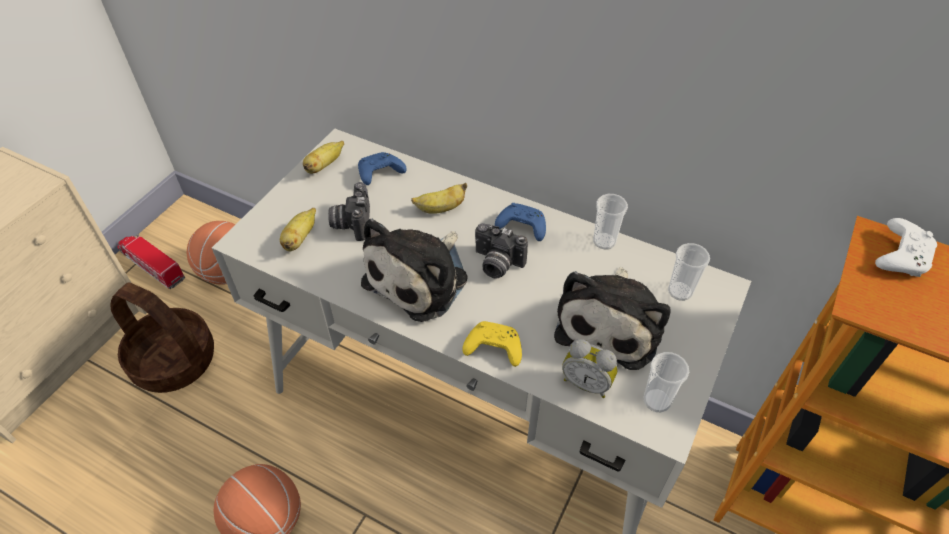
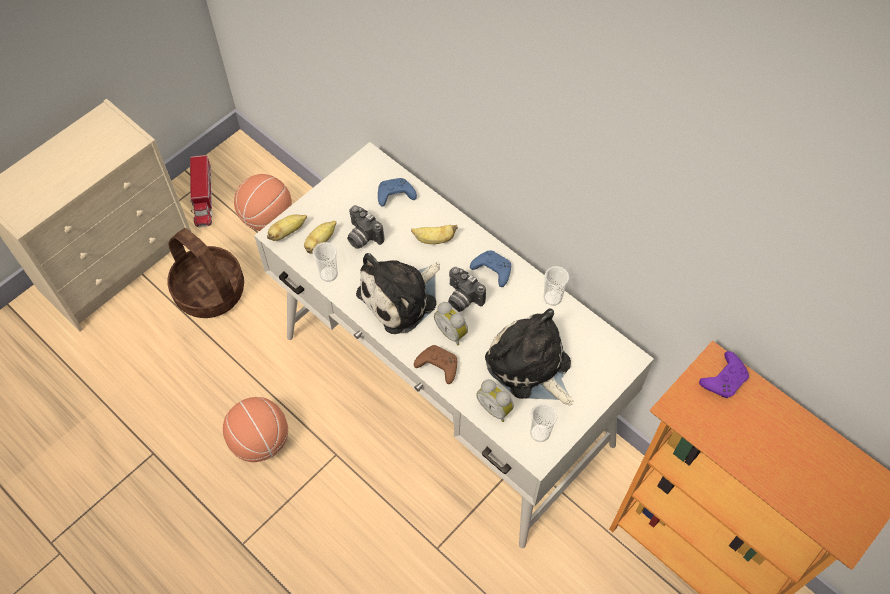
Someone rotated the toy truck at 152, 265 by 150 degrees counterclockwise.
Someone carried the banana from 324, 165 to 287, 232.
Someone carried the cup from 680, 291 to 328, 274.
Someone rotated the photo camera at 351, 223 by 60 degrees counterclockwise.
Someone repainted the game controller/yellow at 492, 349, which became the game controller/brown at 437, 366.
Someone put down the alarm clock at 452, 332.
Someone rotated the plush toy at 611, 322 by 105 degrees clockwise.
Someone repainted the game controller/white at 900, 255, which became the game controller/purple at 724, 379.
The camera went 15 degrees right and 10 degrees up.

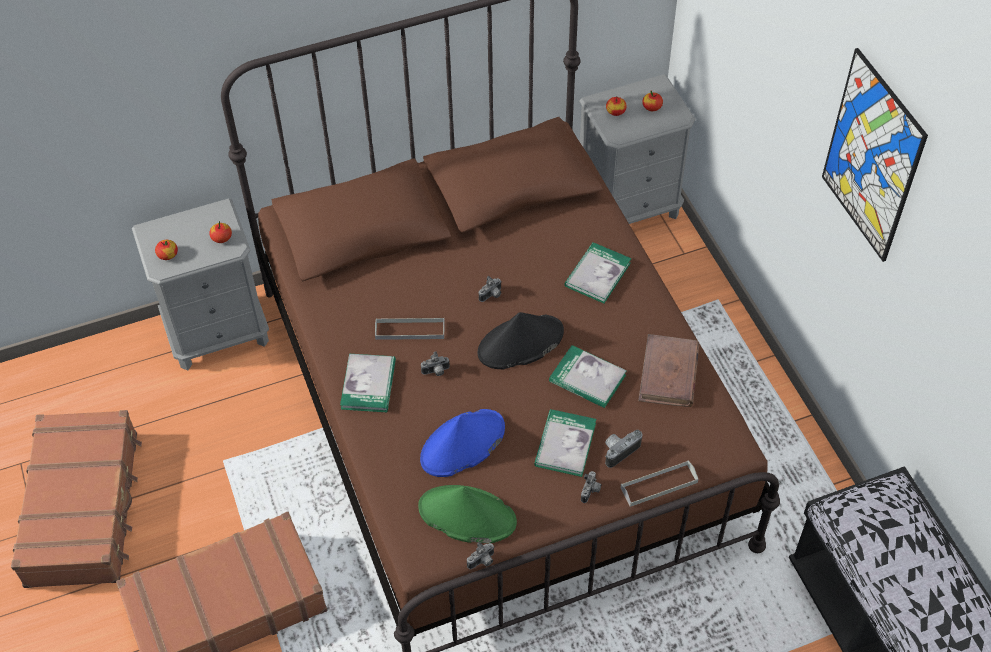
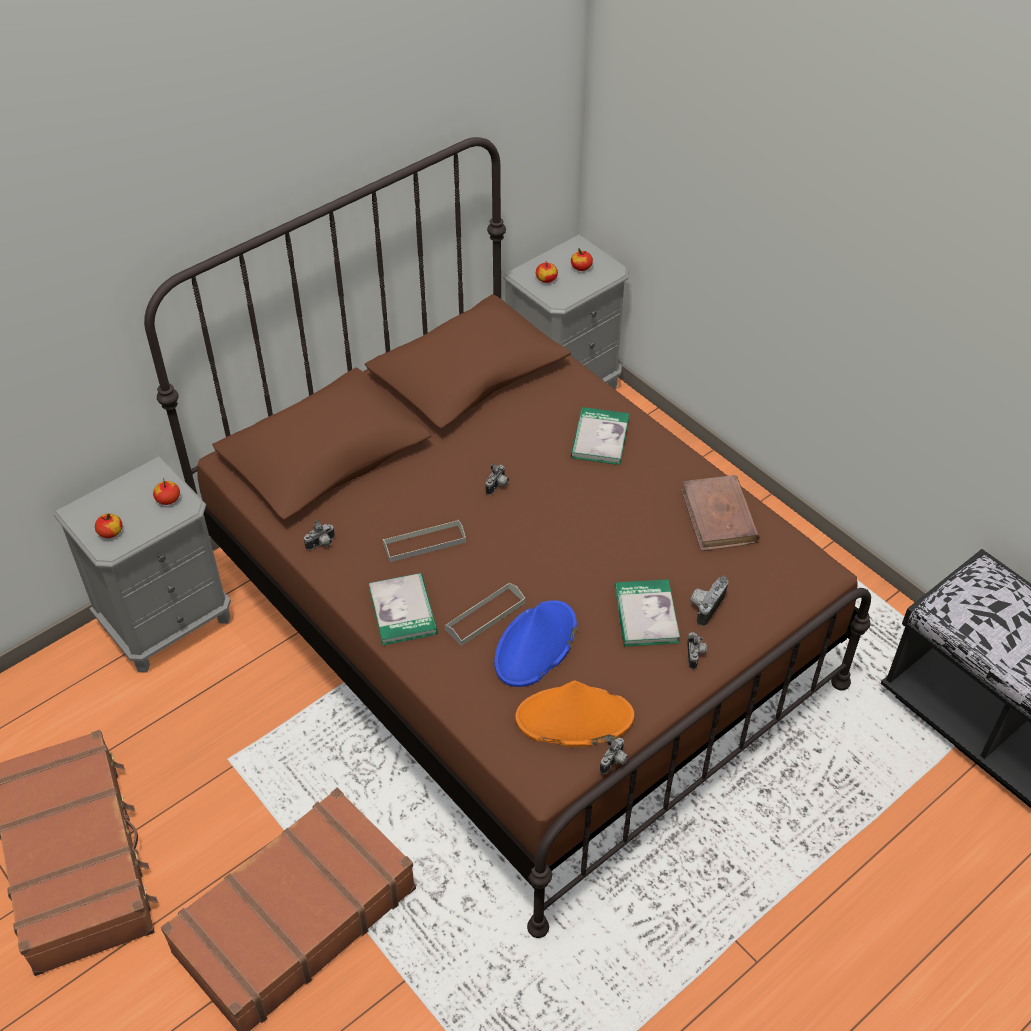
Someone carried the photo camera from 436, 372 to 322, 544.
Someone carried the tray/grey from 659, 485 to 485, 616.
Someone repainted the hat/green at 466, 515, which became the hat/orange at 574, 718.
Someone took away the hat/black at 520, 343.
Someone took away the book at 587, 378.
Someone took away the picture at 872, 157.
The camera went 20 degrees left and 5 degrees down.

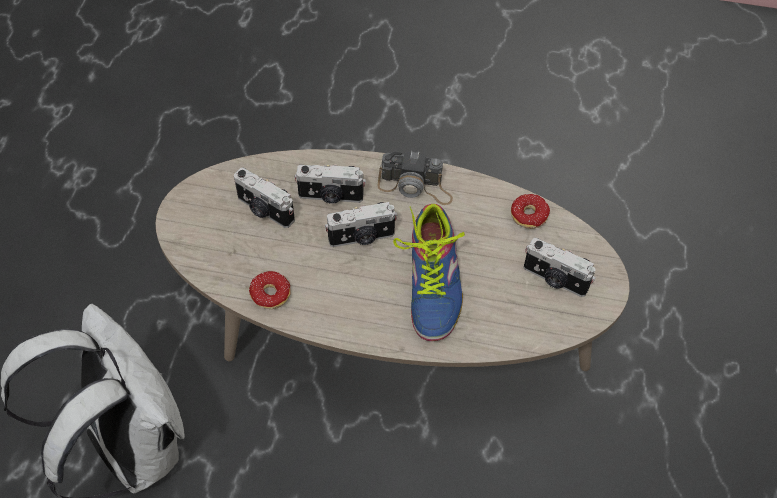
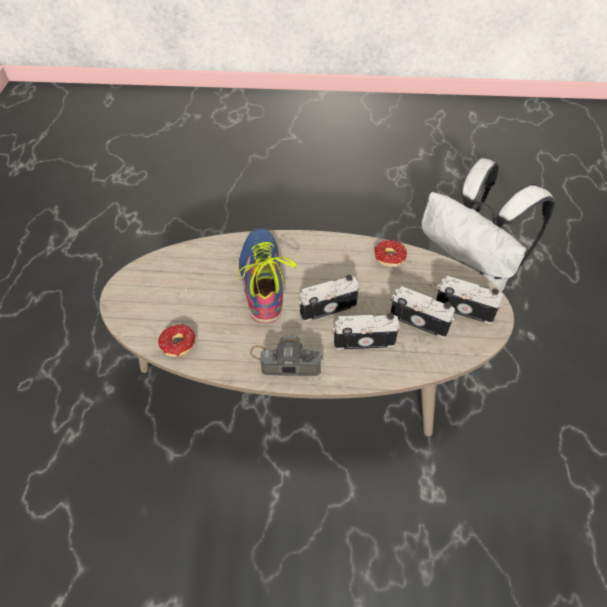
Someone carried the photo camera from 554, 279 to 464, 309.
The camera went 175 degrees right and 5 degrees down.

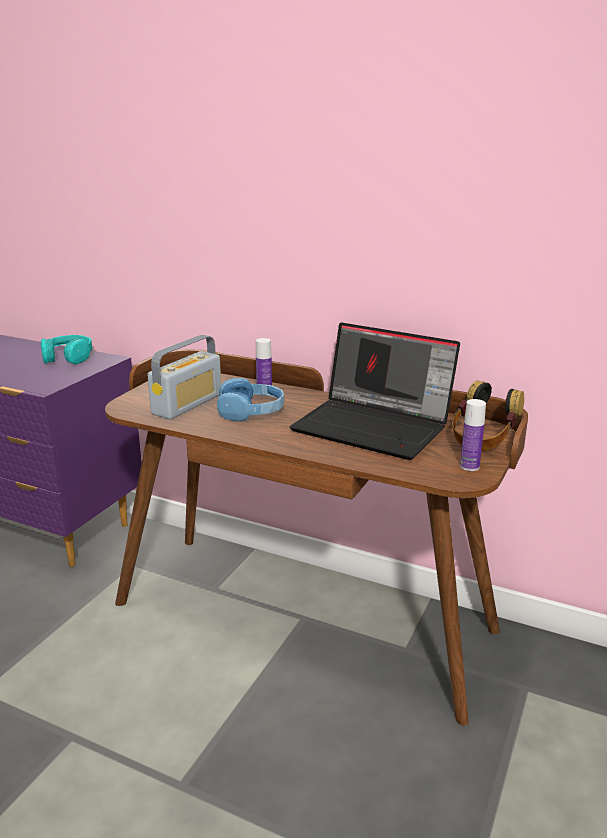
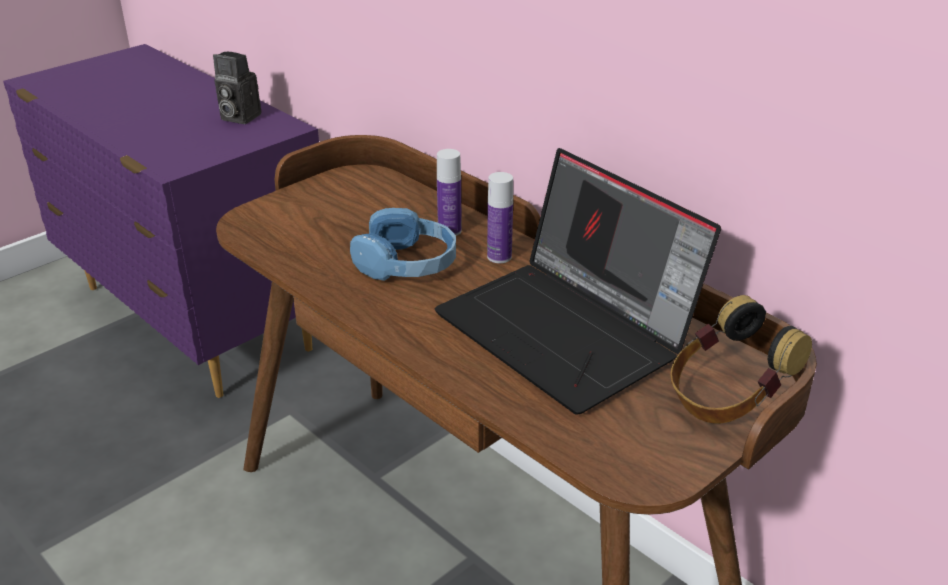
Someone swapped the headphones/turquoise at 68, 357 for the photo camera at 237, 117.
Someone carried the bottle from 469, 466 to 499, 257.
Someone took away the radio at 187, 404.
The camera went 20 degrees right and 10 degrees up.

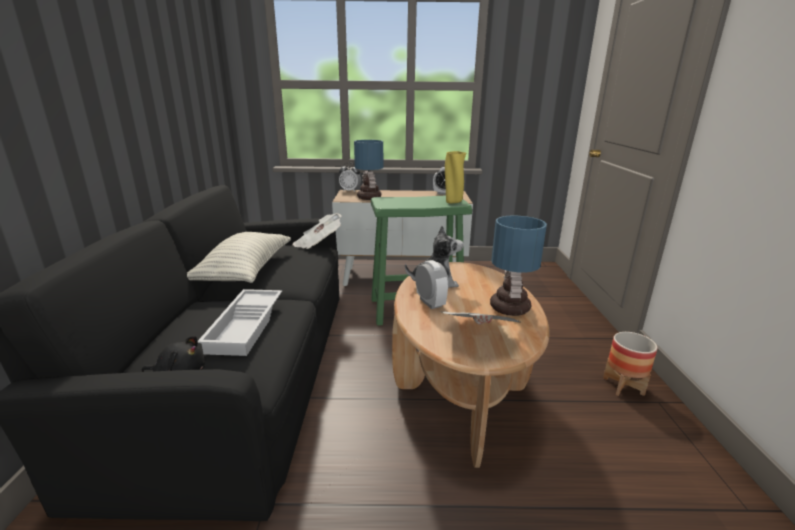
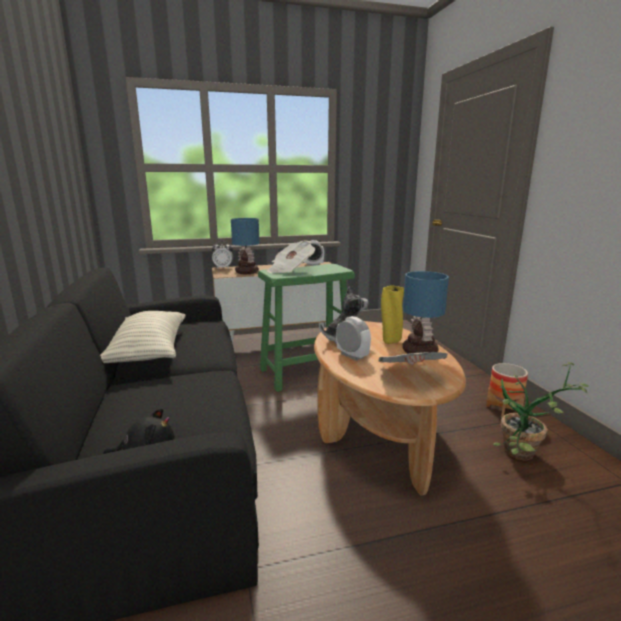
Someone carried the newspaper from 318, 243 to 290, 270.
Someone carried the vase/yellow from 453, 202 to 390, 341.
Someone put down the potted plant at 524, 457.
Someone took away the tray/white at 247, 326.
The camera went 15 degrees left and 5 degrees down.

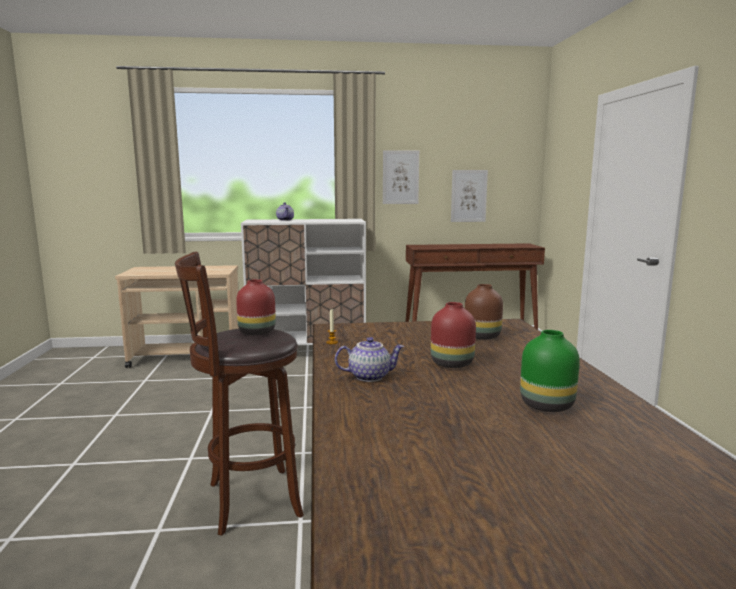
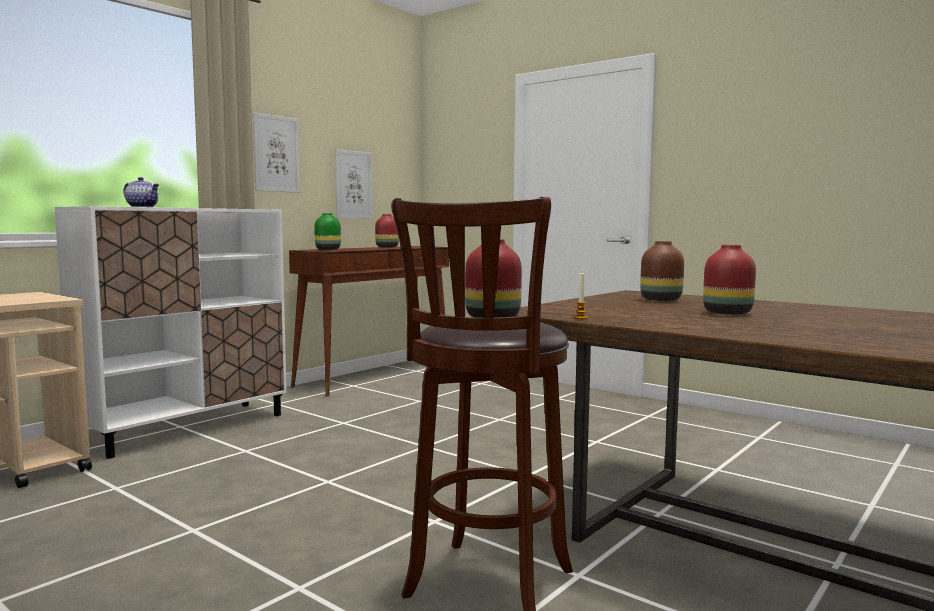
Someone carried the vase/green from 545, 405 to 327, 249.
Someone put down the vase/red at 386, 247.
Someone took away the teapot at 369, 376.
The camera went 45 degrees left and 5 degrees down.

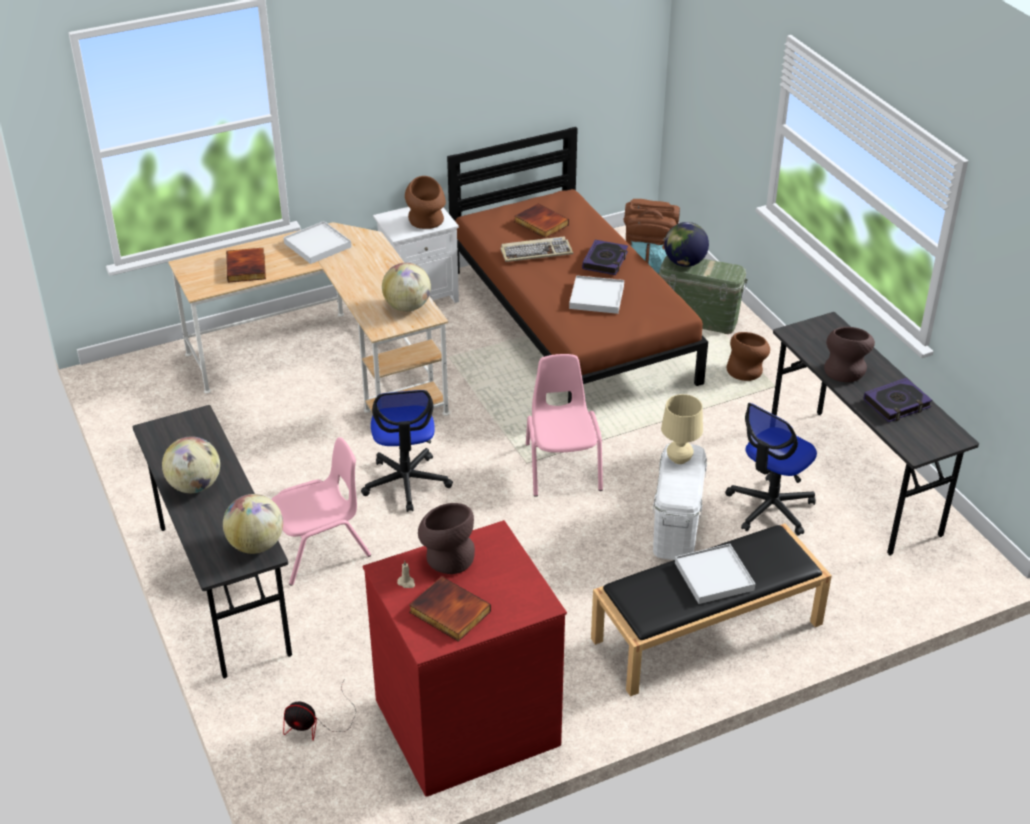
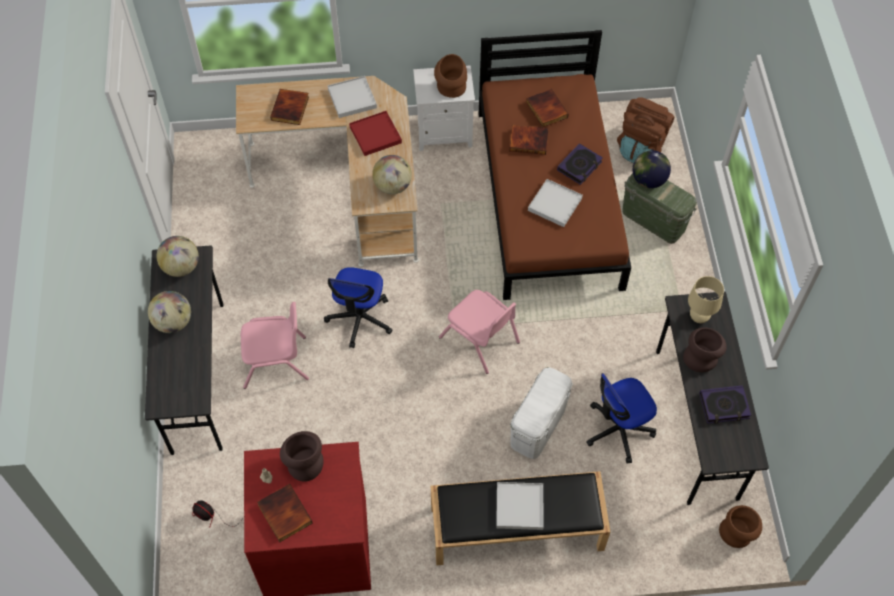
Someone carried the globe from 256, 545 to 181, 267.
Someone put down the tray/red at 375, 135.
Someone rotated the chair/pink at 562, 467 by 120 degrees clockwise.
Someone swapped the keyboard at 536, 252 for the book at 529, 140.
Someone carried the table lamp/beige from 679, 459 to 699, 317.
Someone carried the vase/brown from 746, 370 to 737, 532.
The camera went 20 degrees right and 20 degrees up.

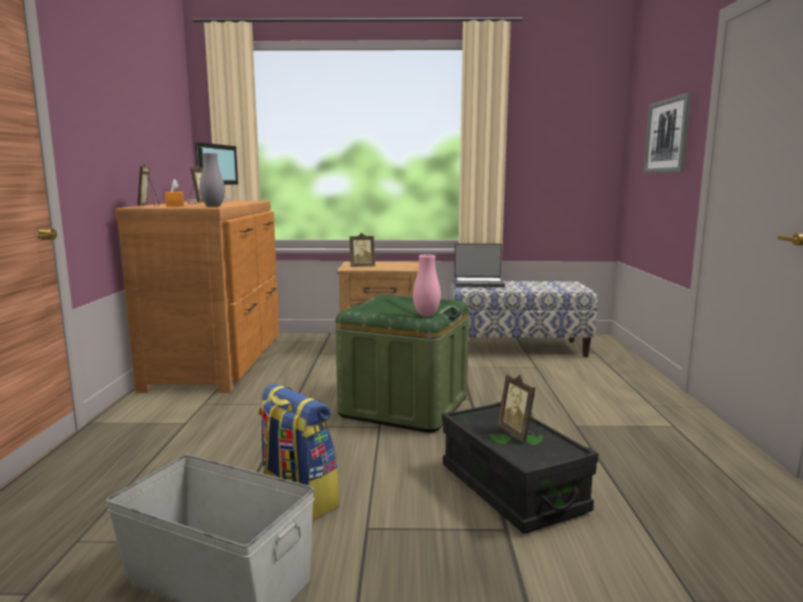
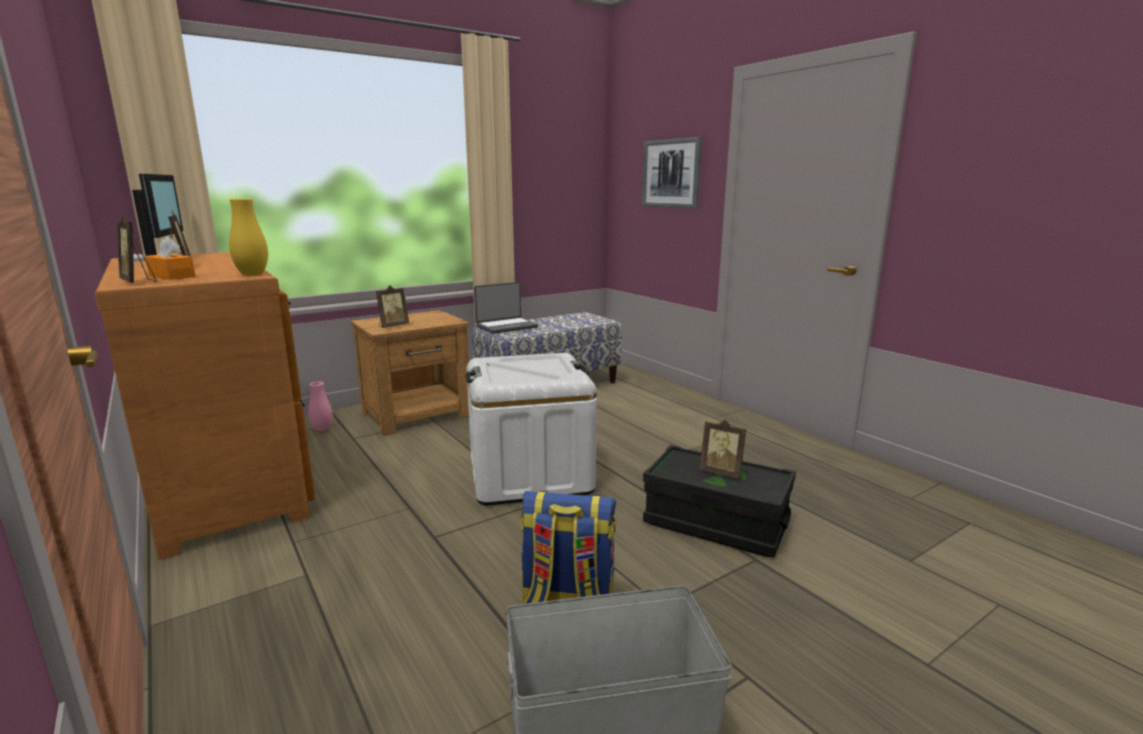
Someone repainted the vase/grey at 213, 206, which became the vase/yellow at 252, 274.
Someone carried the vase/pink from 426, 315 to 322, 429.
Someone repainted the storage box/green at 404, 406, which became the storage box/white at 530, 474.
The camera went 35 degrees left and 5 degrees up.

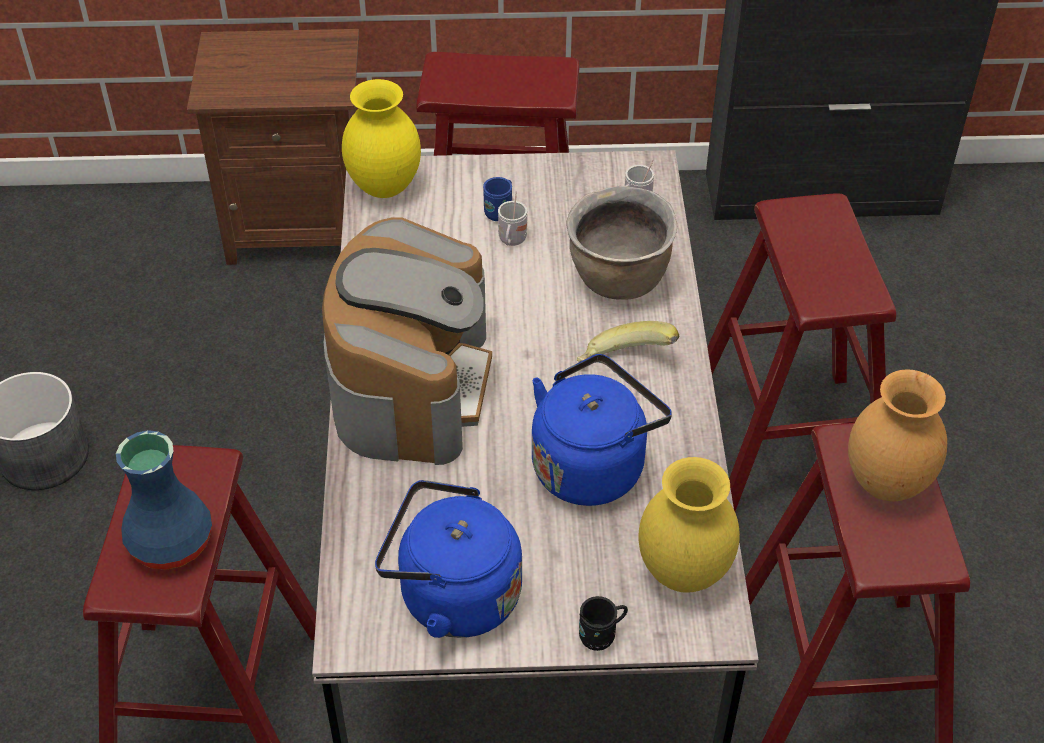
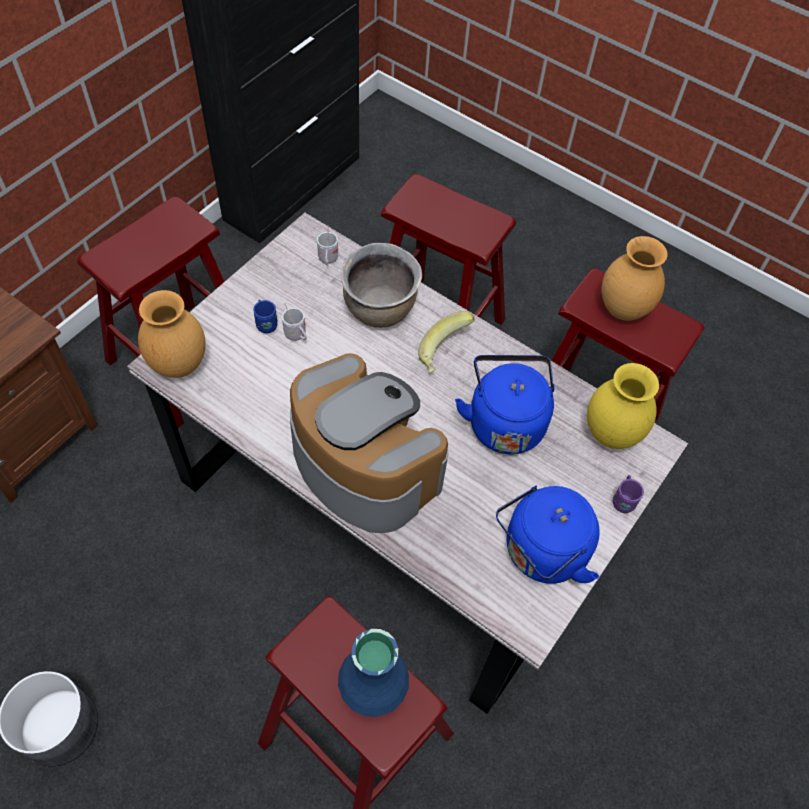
Someone repainted the vase/yellow at 386, 187, which became the vase/brown at 179, 364.
Someone repainted the mug/black at 601, 635, which became the mug/purple at 623, 500.
The camera went 55 degrees left and 10 degrees up.

